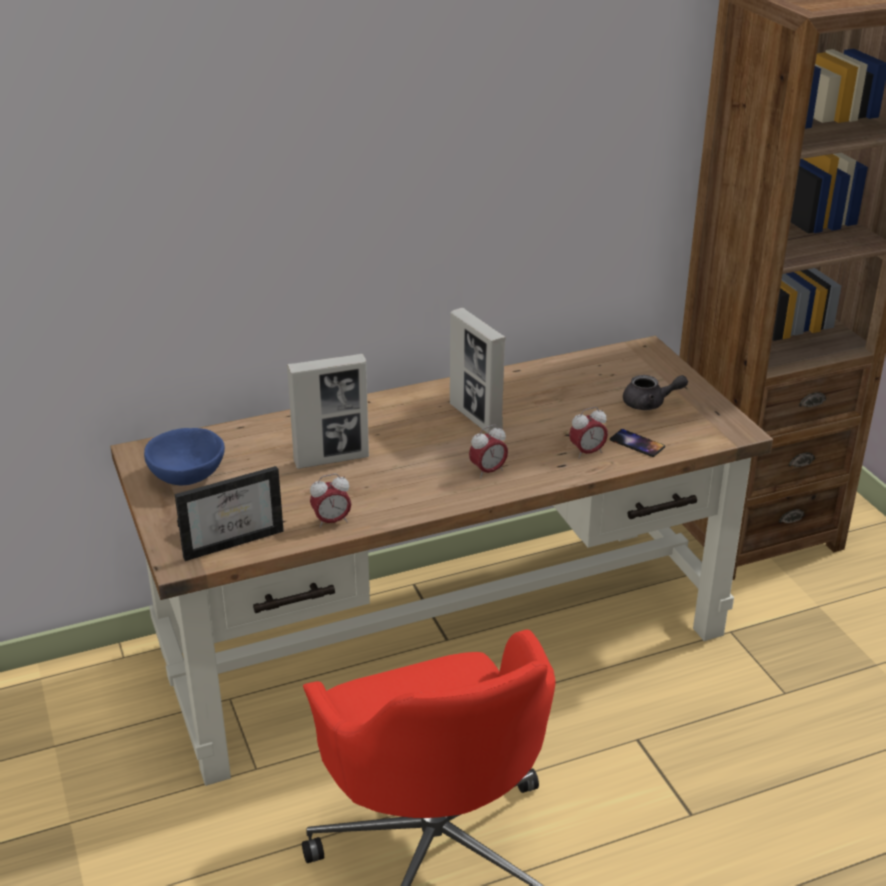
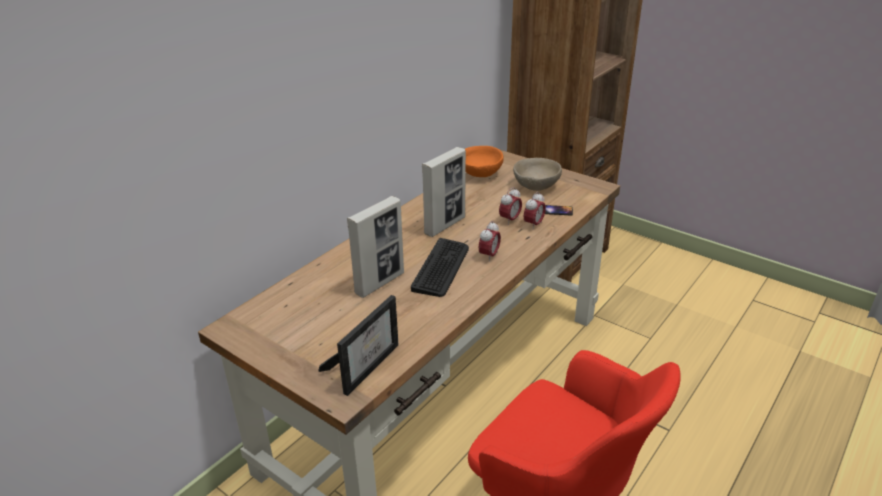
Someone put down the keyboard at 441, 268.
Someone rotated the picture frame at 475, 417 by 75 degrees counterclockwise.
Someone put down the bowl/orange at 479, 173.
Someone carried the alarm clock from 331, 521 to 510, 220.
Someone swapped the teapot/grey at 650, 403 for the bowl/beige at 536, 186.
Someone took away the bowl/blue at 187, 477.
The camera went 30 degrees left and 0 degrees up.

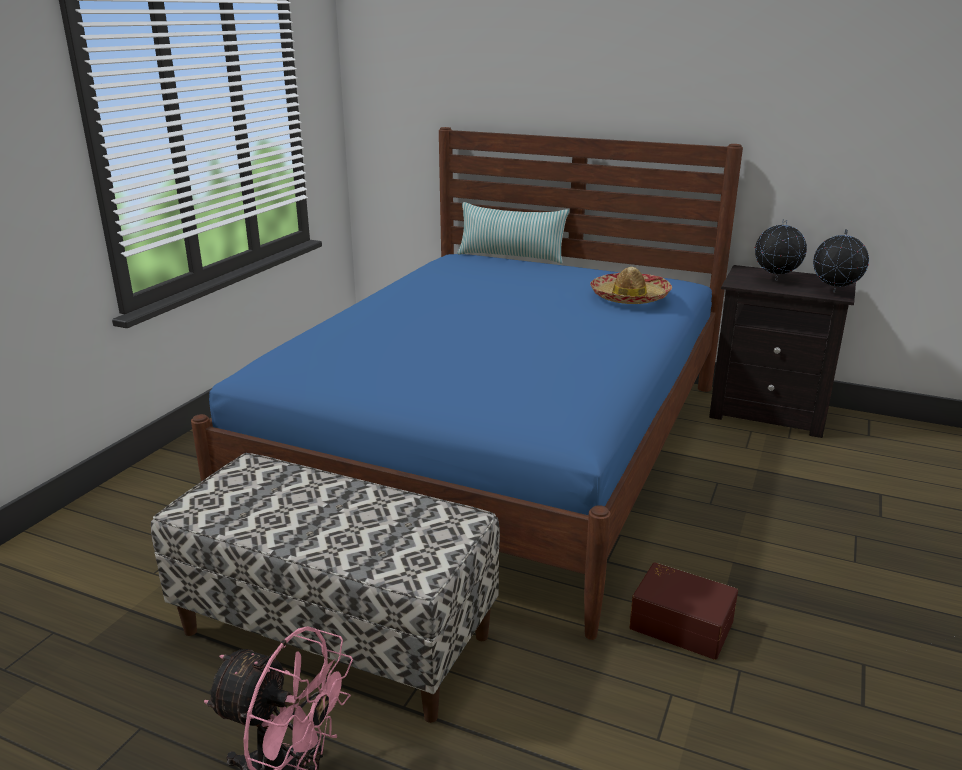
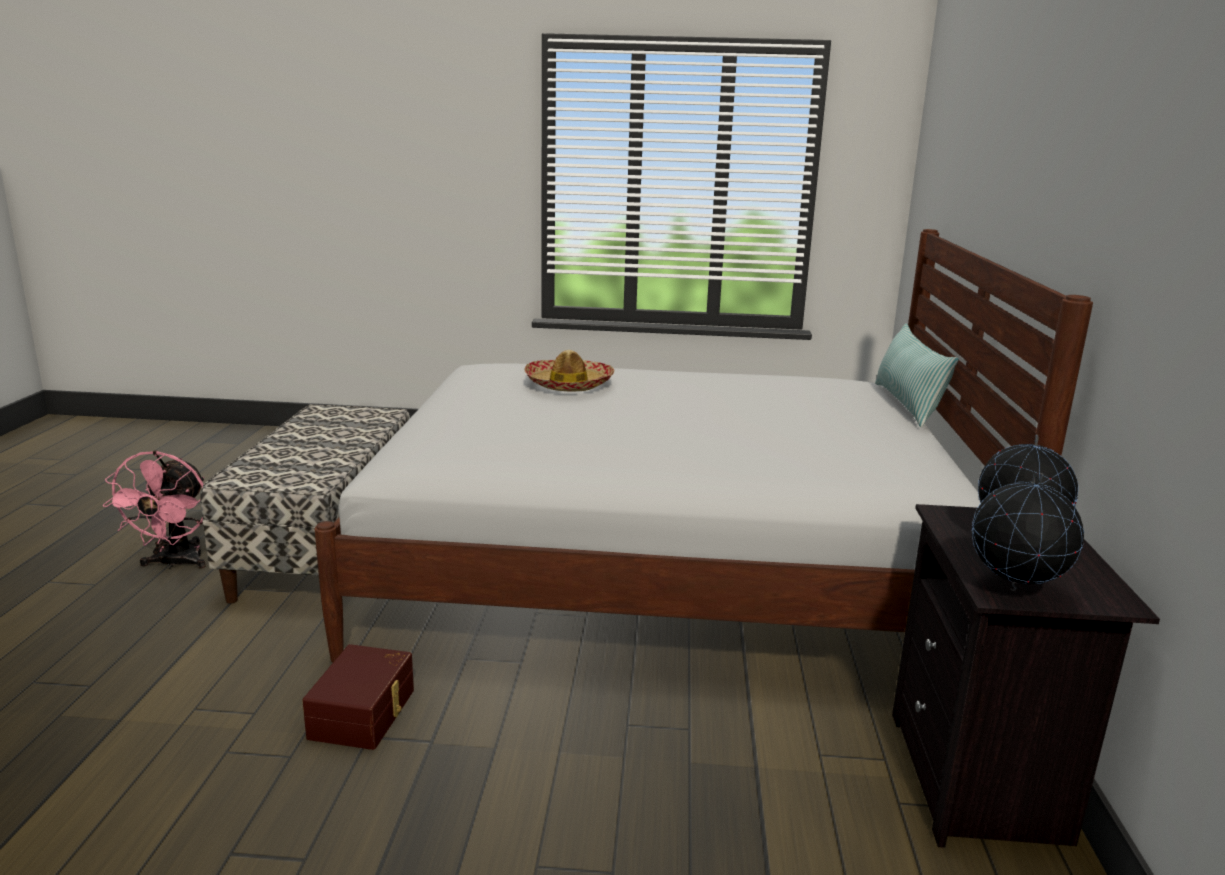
Someone repainted the bed/blue at 498, 448, which became the bed/white at 663, 570.
Someone carried the hat from 629, 297 to 569, 384.
The camera went 70 degrees right and 5 degrees down.

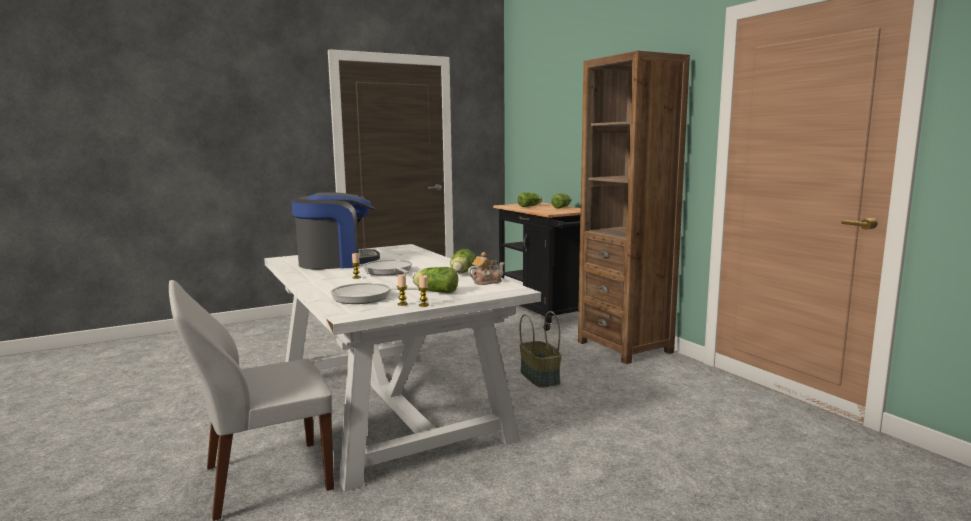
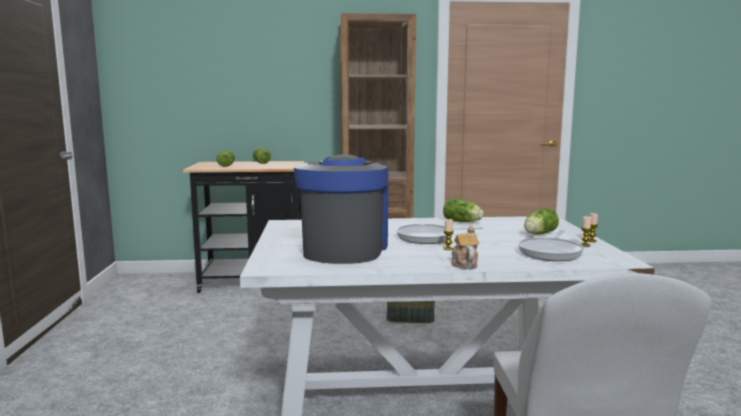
Someone carried the teapot from 486, 282 to 463, 264.
The camera went 65 degrees left and 0 degrees up.

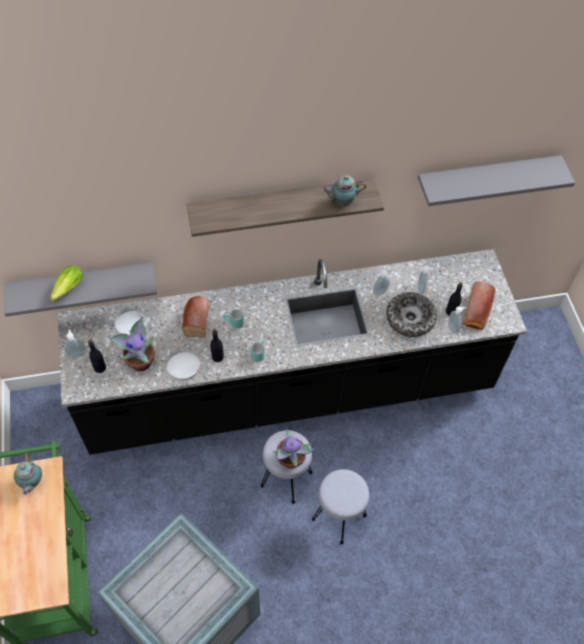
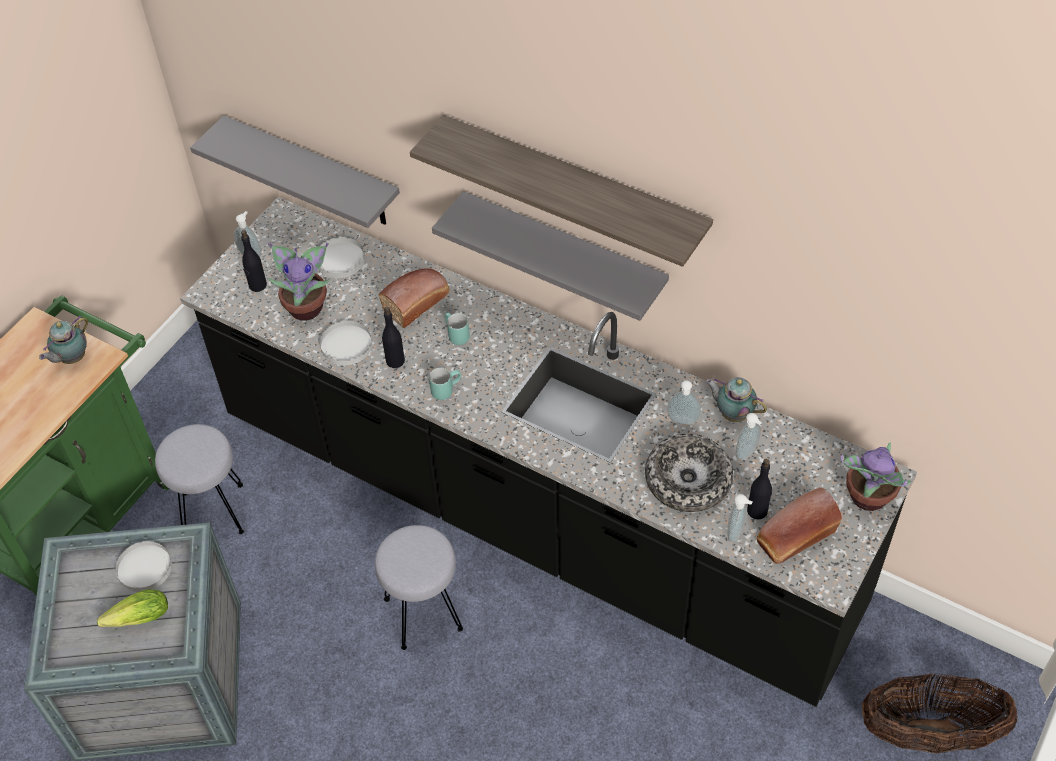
Someone carried the lettuce from 67, 290 to 136, 619.
Someone put down the plate/white at 144, 568.
Someone carried the stool/grey from 339, 516 to 214, 512.
Someone carried the shelf/grey from 486, 179 to 563, 254.
Someone carried the teapot from 342, 202 to 732, 413.
Someone carried the potted plant from 291, 460 to 867, 498.
Someone put down the basket at 929, 733.
The camera went 45 degrees right and 5 degrees down.

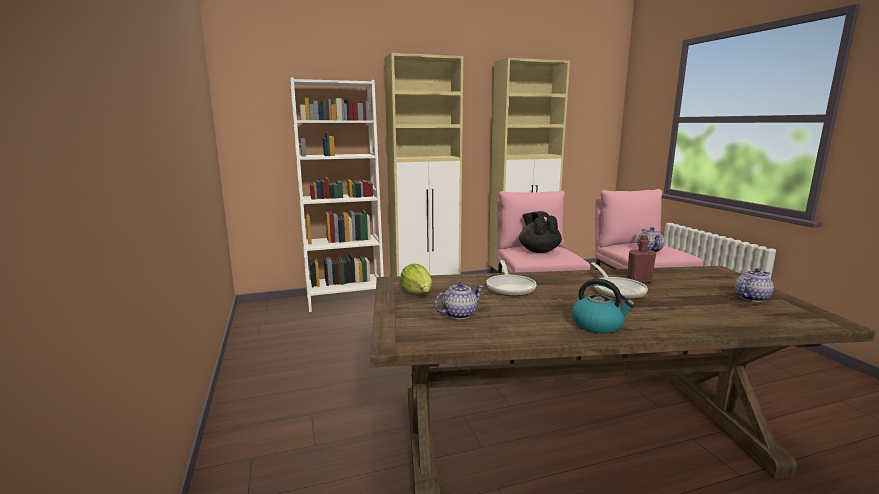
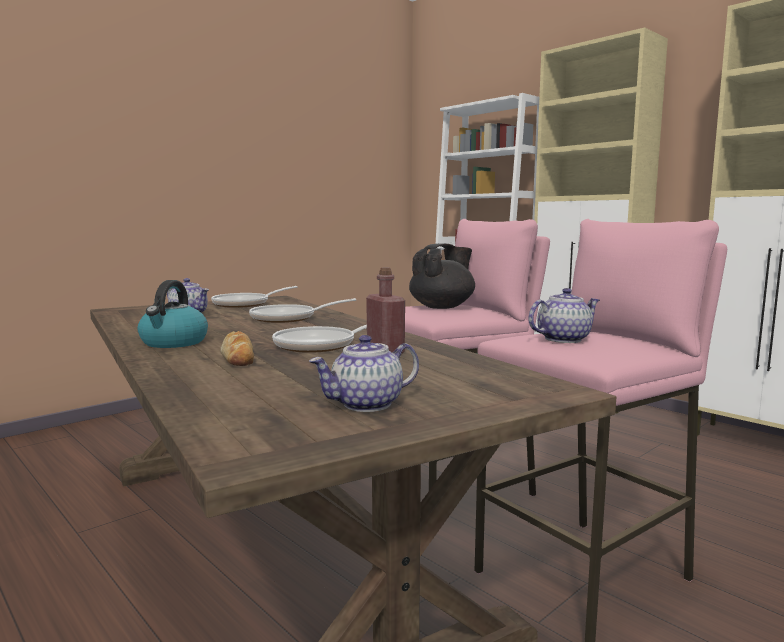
Someone swapped the lettuce at 418, 293 for the frying pan at 245, 304.
Someone put down the bread at 238, 355.
Someone rotated the teapot at 751, 297 by 120 degrees clockwise.
The camera went 65 degrees right and 5 degrees down.

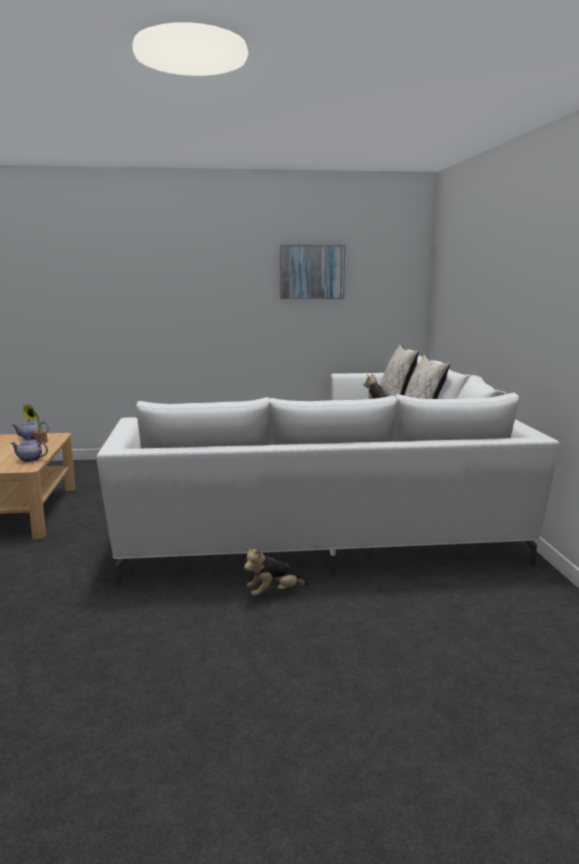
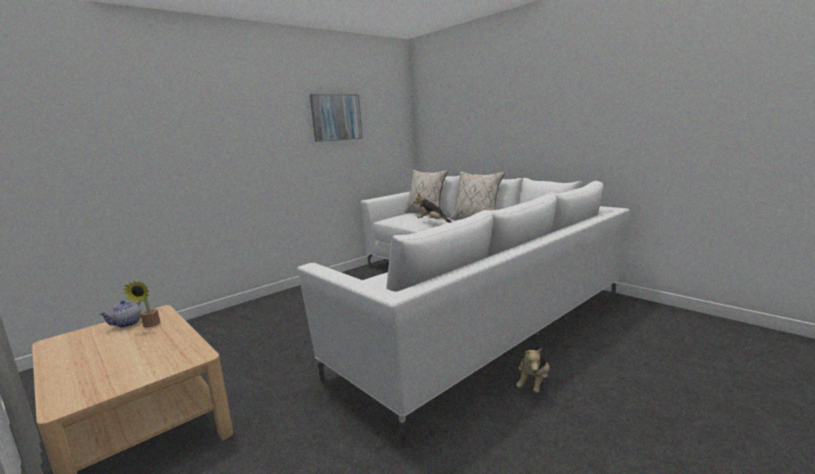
Someone took away the teapot at 29, 459.
The camera went 35 degrees left and 0 degrees up.

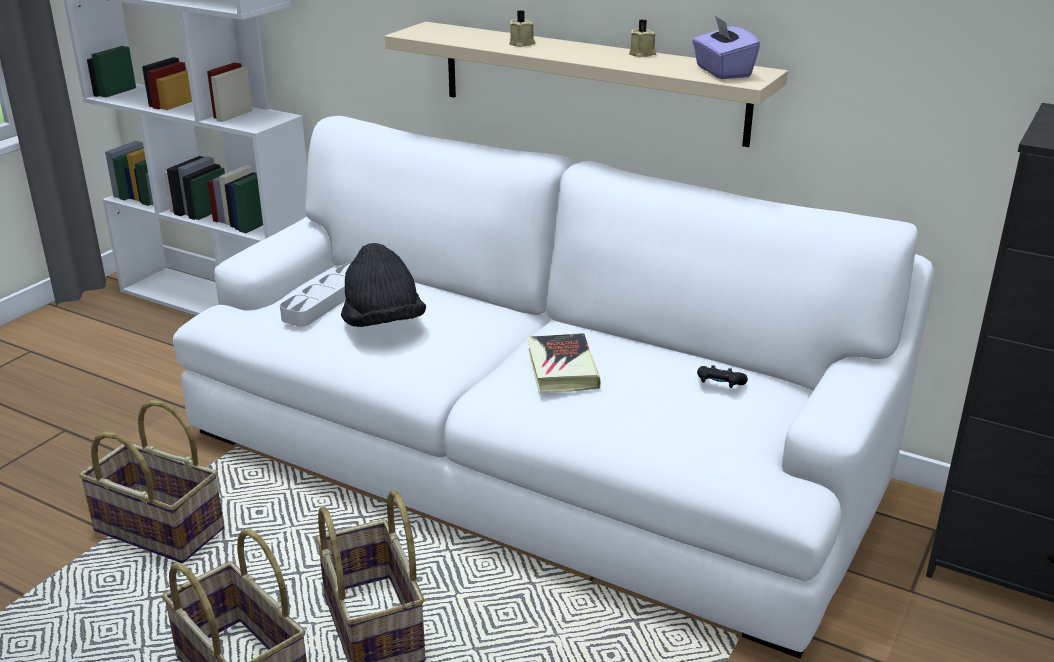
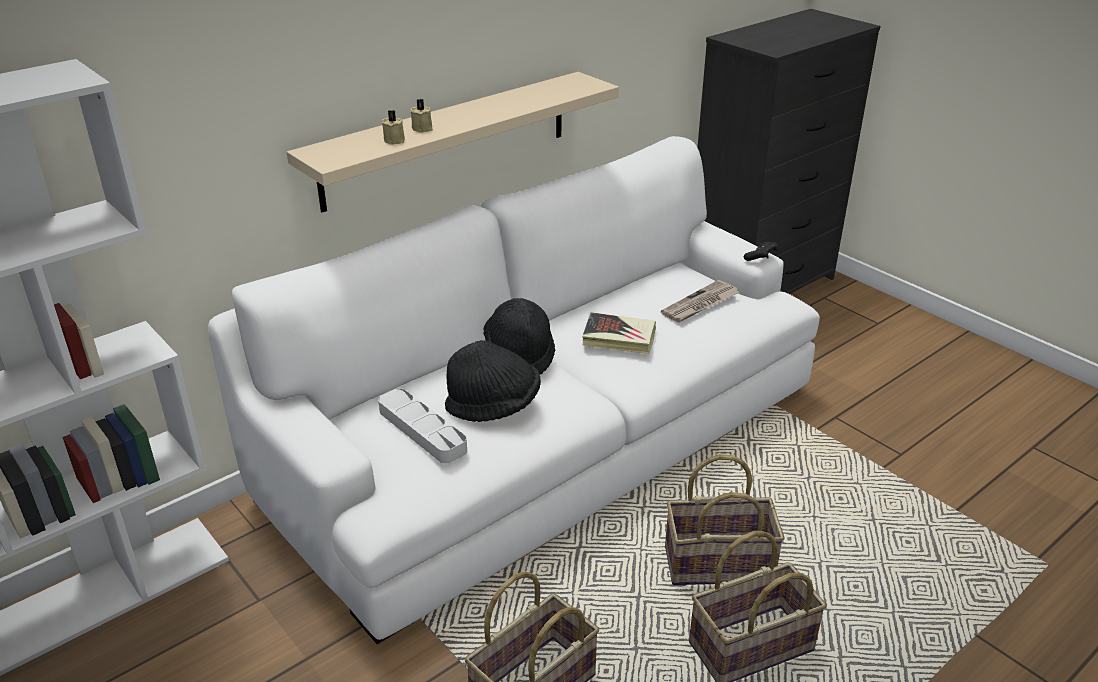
Someone carried the candle/beige from 642, 54 to 395, 140.
Someone put down the hat/black at 520, 355.
Someone put down the newspaper at 700, 304.
Someone carried the game controller/black from 719, 386 to 761, 257.
Someone took away the tissue box/purple at 722, 72.
The camera went 70 degrees left and 5 degrees up.

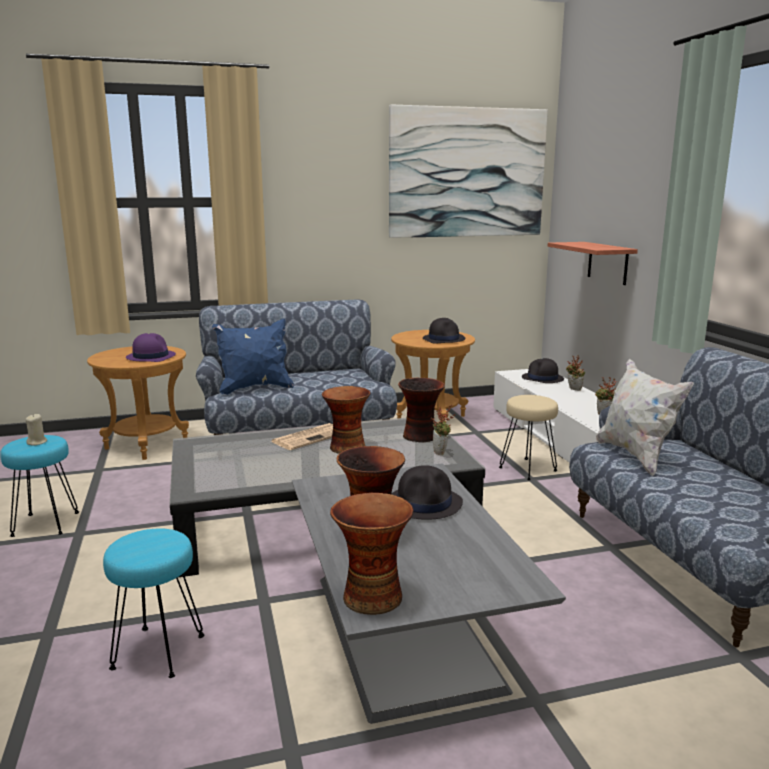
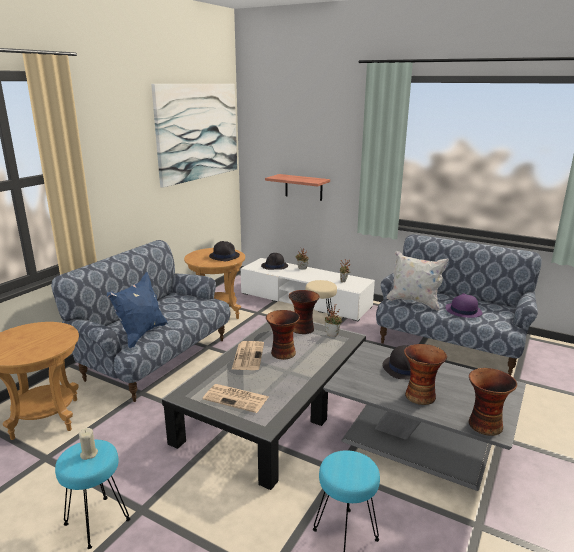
Someone put down the newspaper at 237, 398.
Someone carried the hat/purple from 150, 357 to 463, 311.
The camera went 45 degrees left and 5 degrees up.

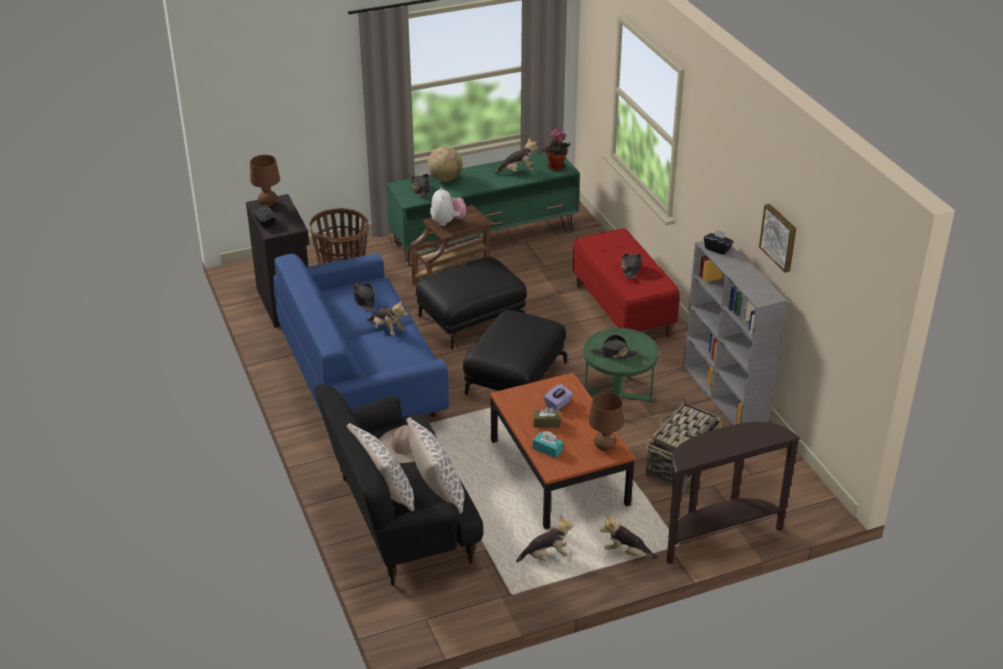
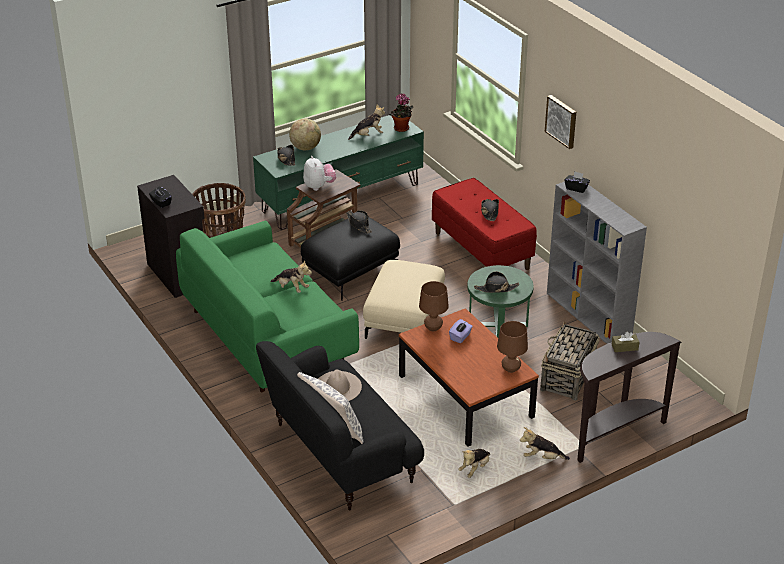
Someone repainted the sofa/blue at 361, 379, which became the sofa/green at 267, 335.
Someone carried the hat/black from 364, 300 to 359, 224.
Someone repainted the ottoman/black at 515, 378, which became the ottoman/beige at 404, 319.
Someone carried the table lamp/brown from 268, 204 to 433, 328.
Someone rotated the plush toy at 546, 556 by 150 degrees clockwise.
Someone carried the picture from 779, 237 to 562, 121.
Someone carried the tissue box/brown from 547, 423 to 624, 347.
Someone took away the pillow at 437, 492.
Someone took away the tissue box/turquoise at 547, 449.
The camera went 10 degrees left and 0 degrees up.

